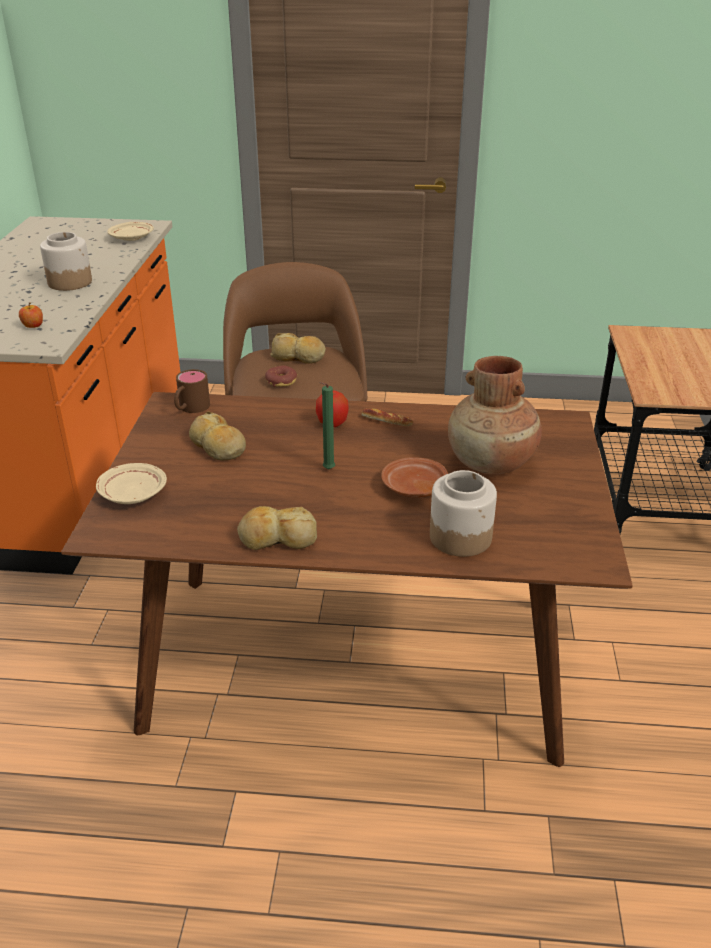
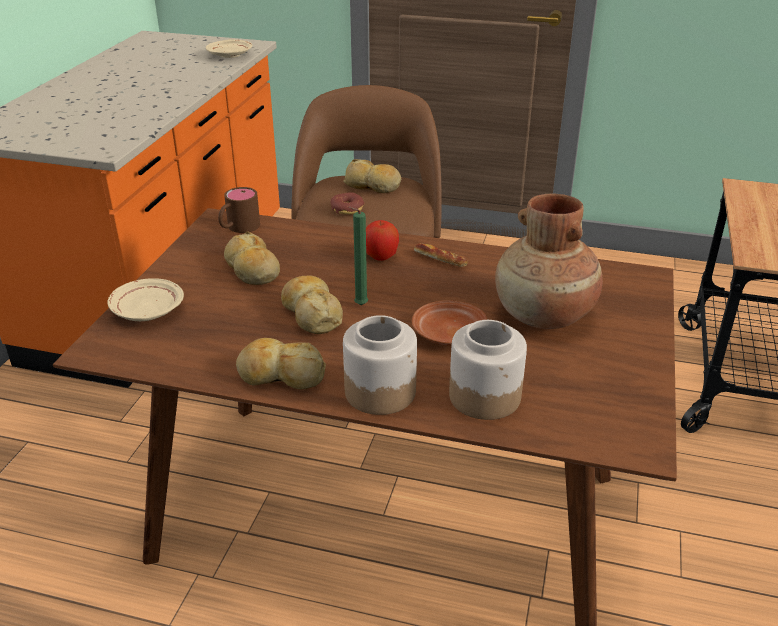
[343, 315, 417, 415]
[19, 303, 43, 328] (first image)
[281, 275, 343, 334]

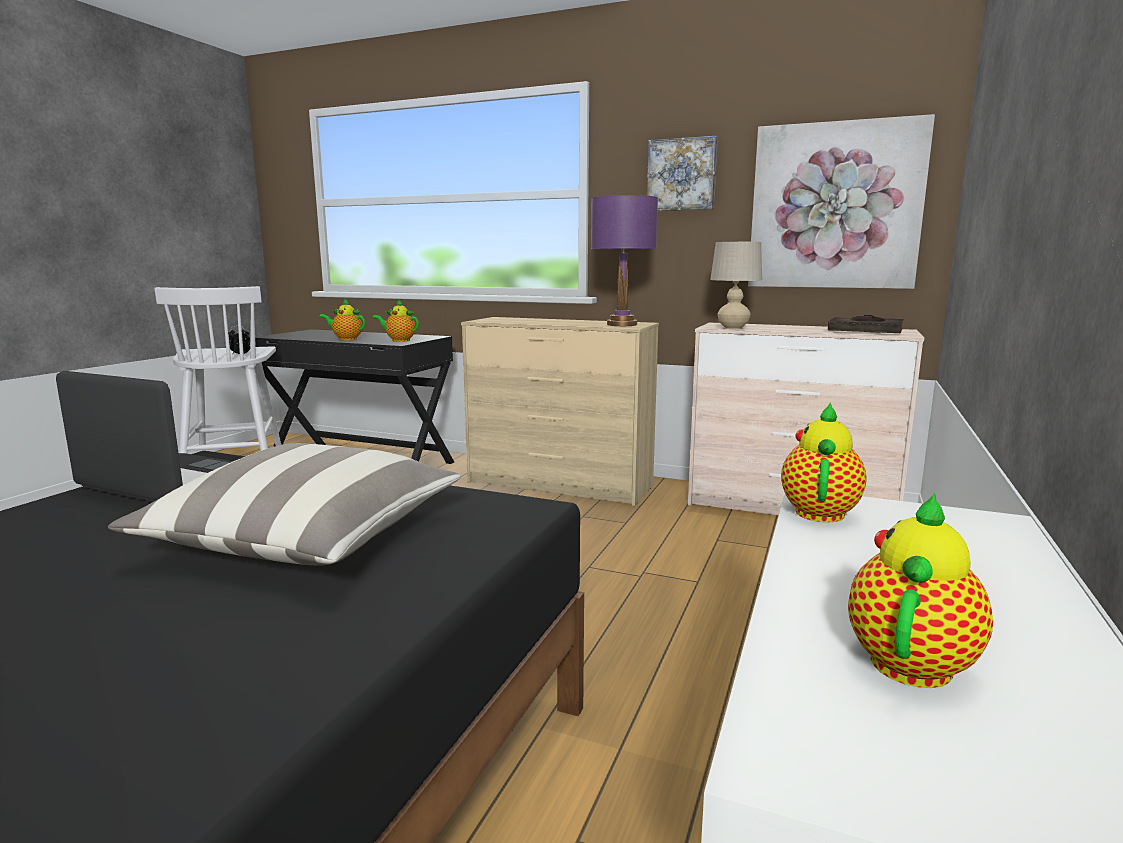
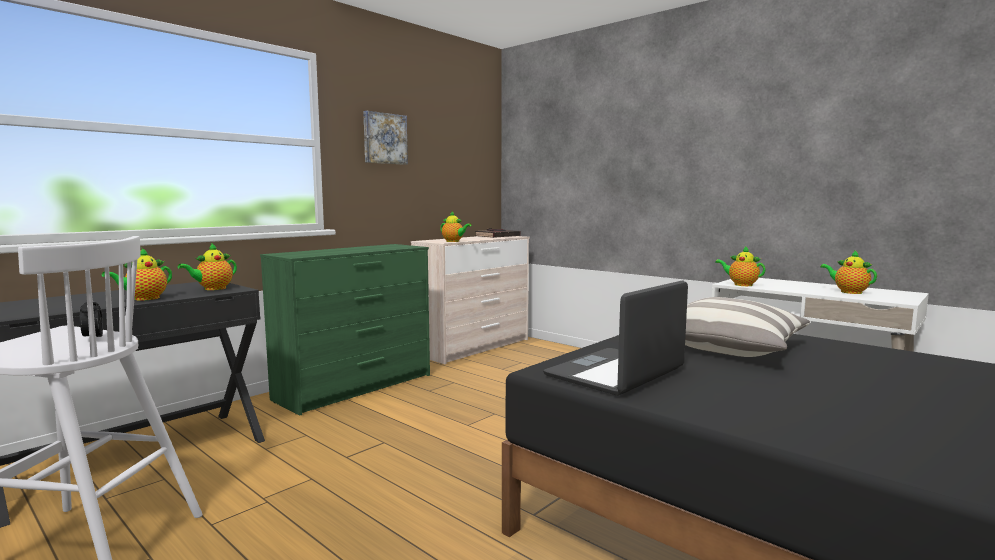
[748, 114, 935, 289] (first image)
[591, 195, 658, 326] (first image)
[440, 211, 472, 242]
[260, 244, 430, 416]

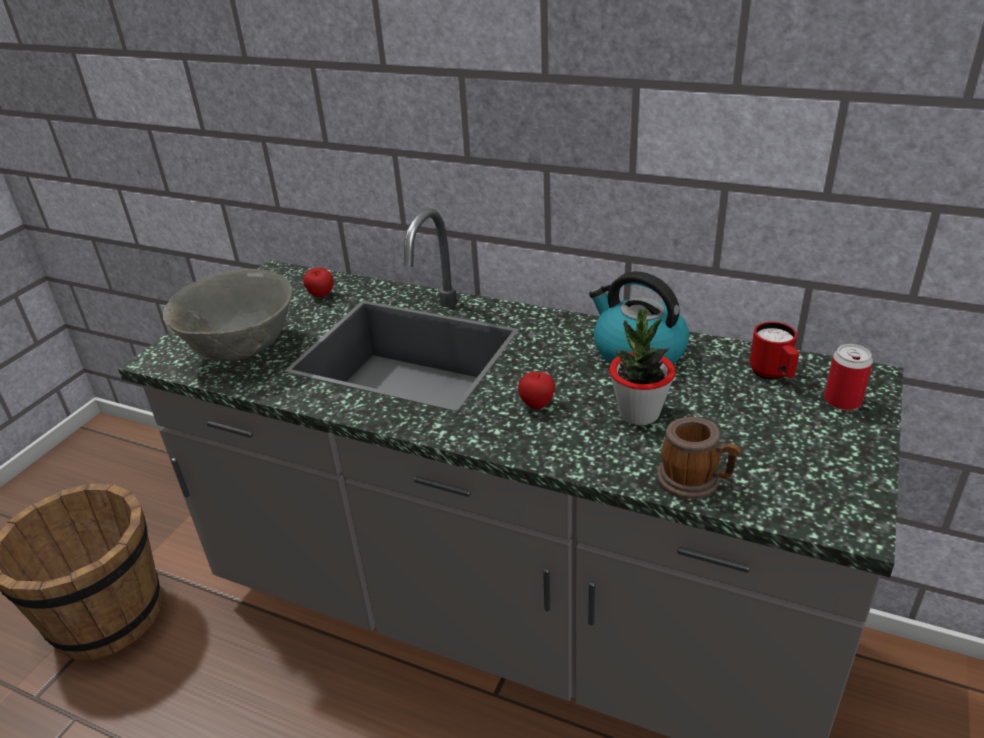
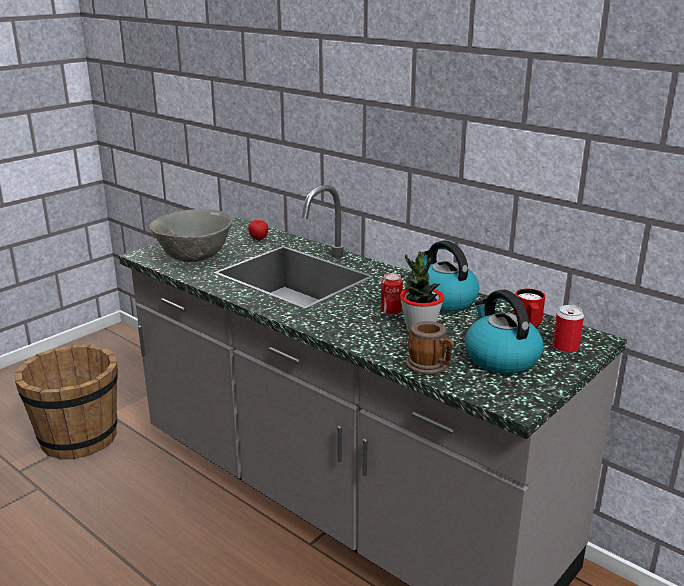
[518, 372, 555, 409] (first image)
[381, 273, 403, 315]
[465, 290, 543, 374]

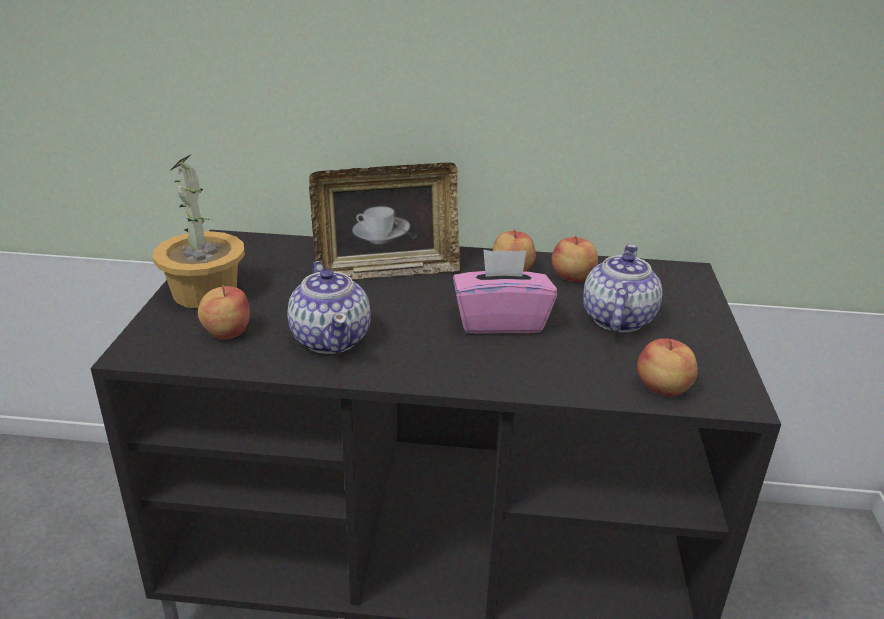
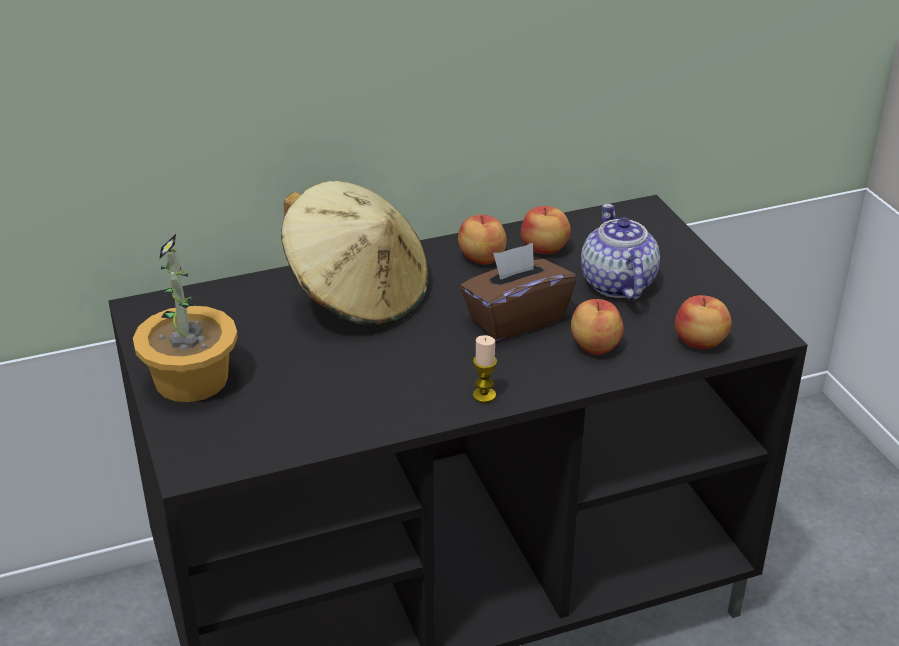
[281, 181, 428, 327]
[460, 243, 576, 341]
[288, 261, 371, 354] (first image)
[571, 299, 624, 355]
[473, 335, 497, 403]

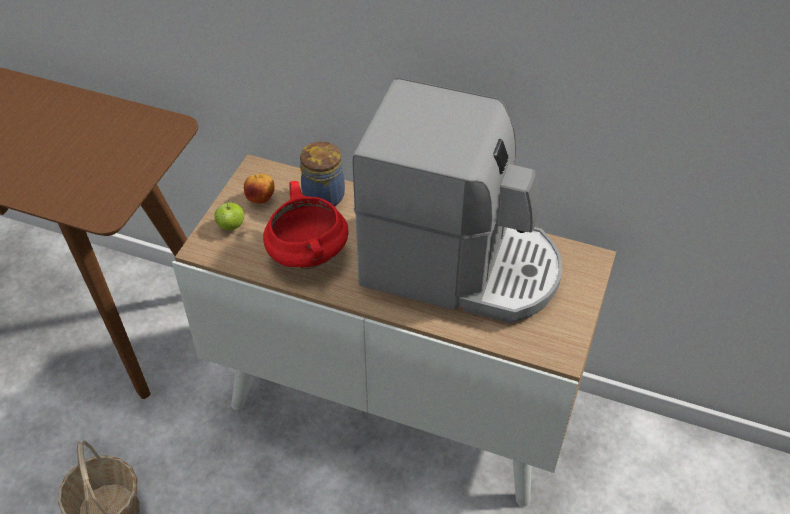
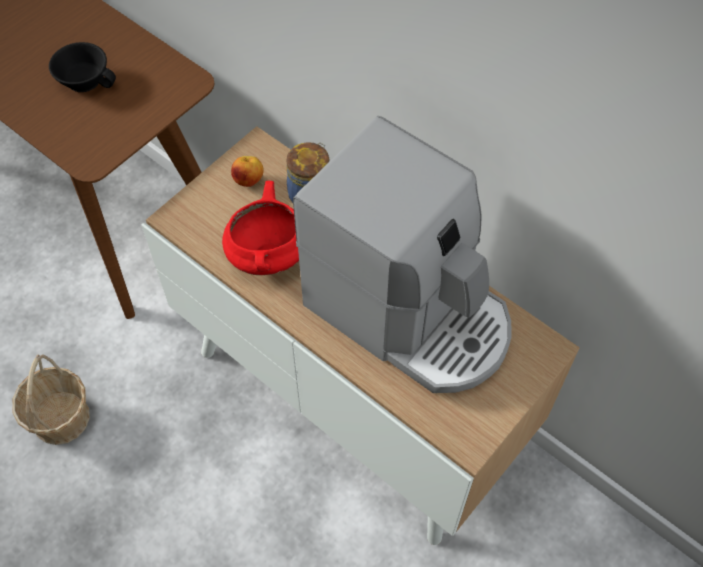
[214, 202, 244, 230] (first image)
[49, 42, 116, 92]

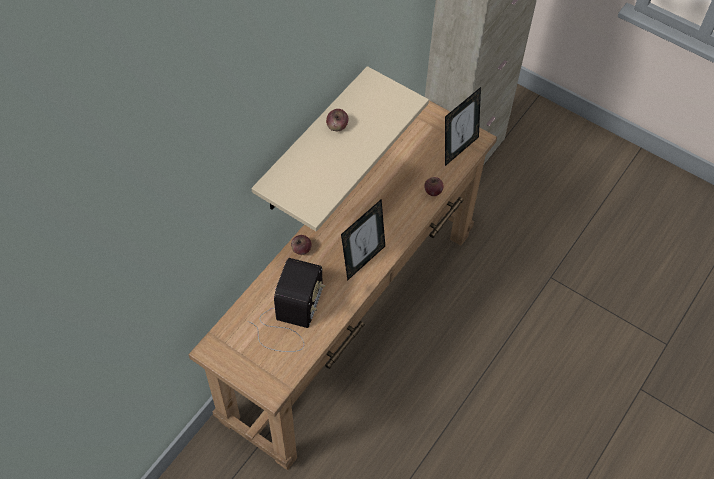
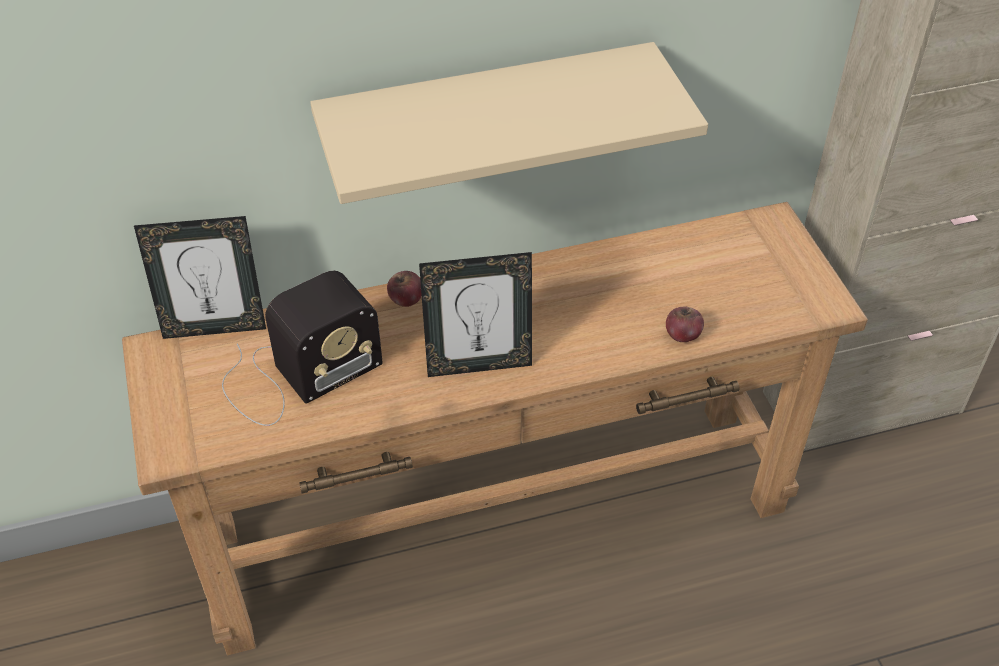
[134, 216, 266, 339]
[326, 109, 348, 131] (first image)

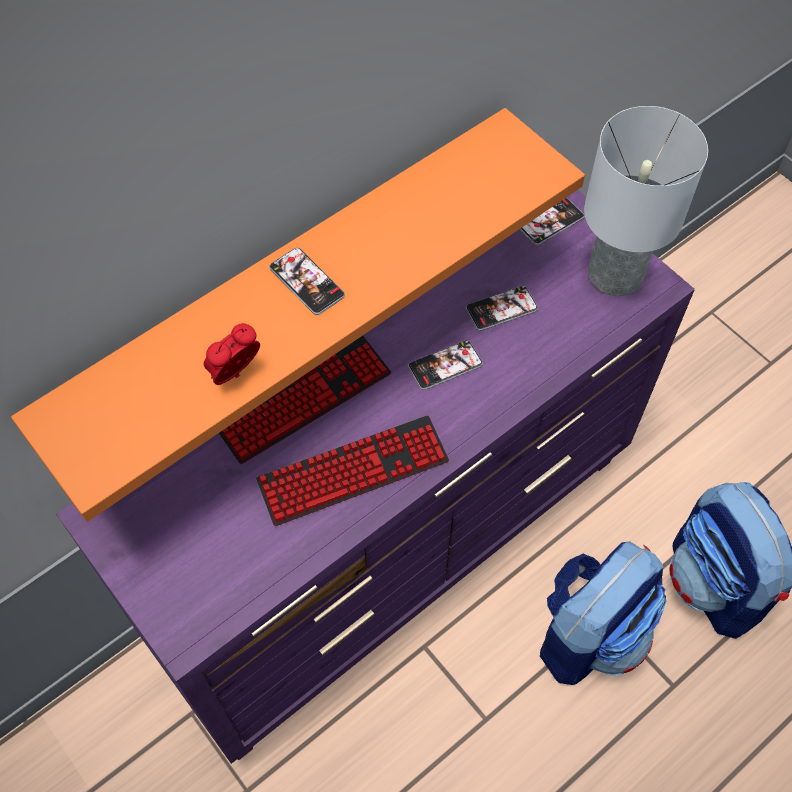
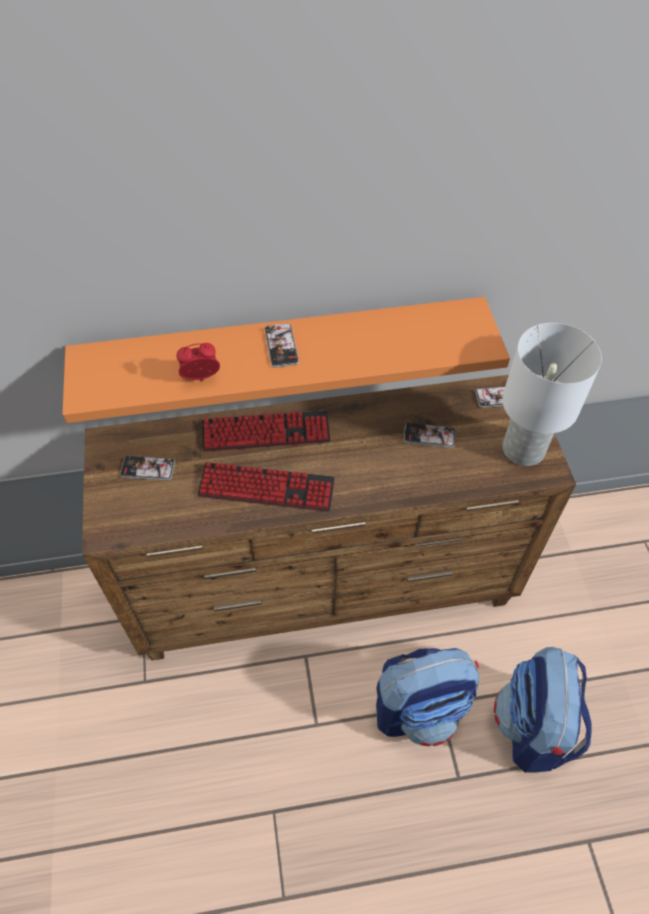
[82, 375, 576, 661]
[120, 456, 175, 480]

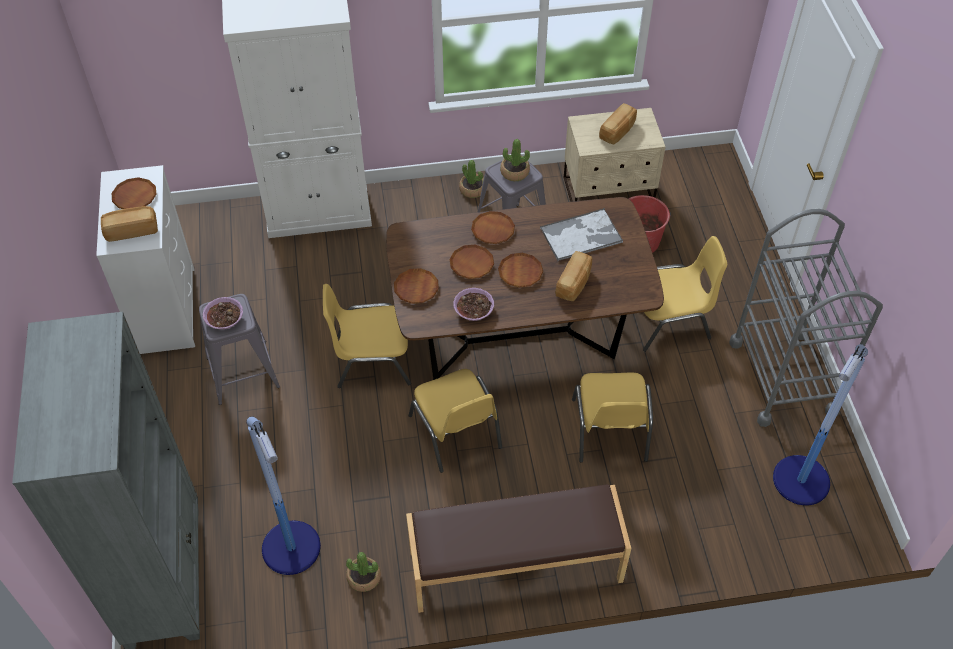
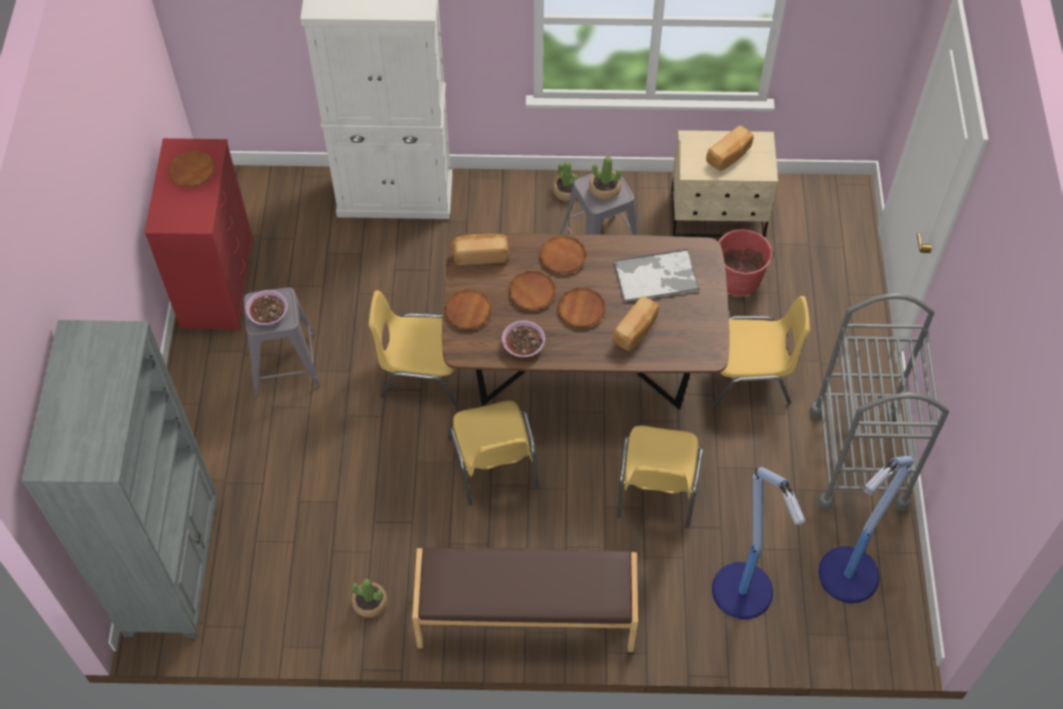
[144, 138, 254, 330]
[453, 234, 509, 265]
[712, 467, 806, 619]

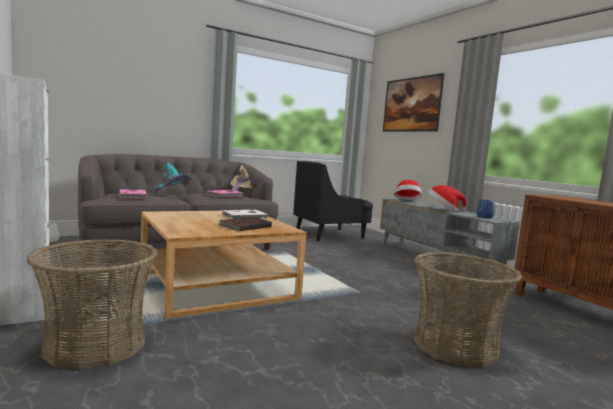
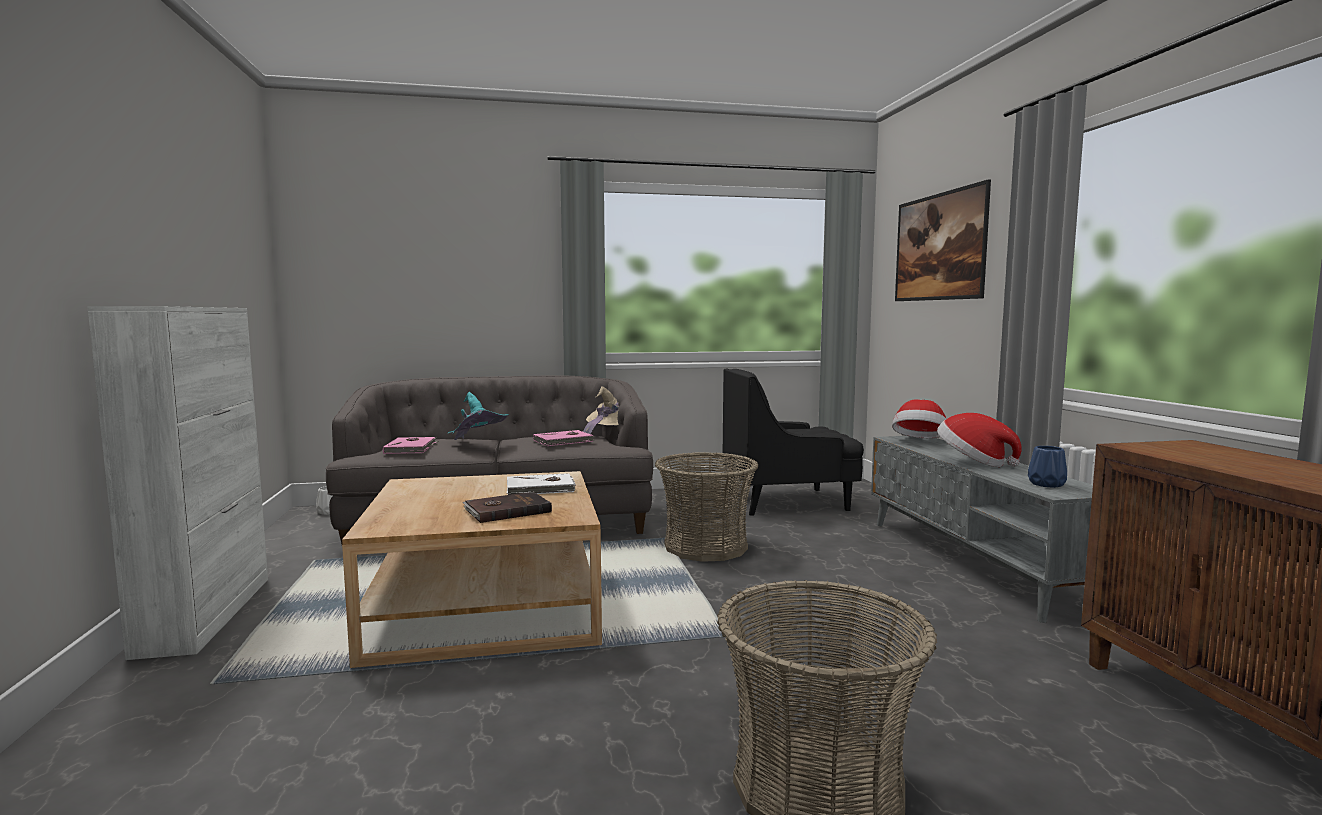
[655, 452, 758, 562]

